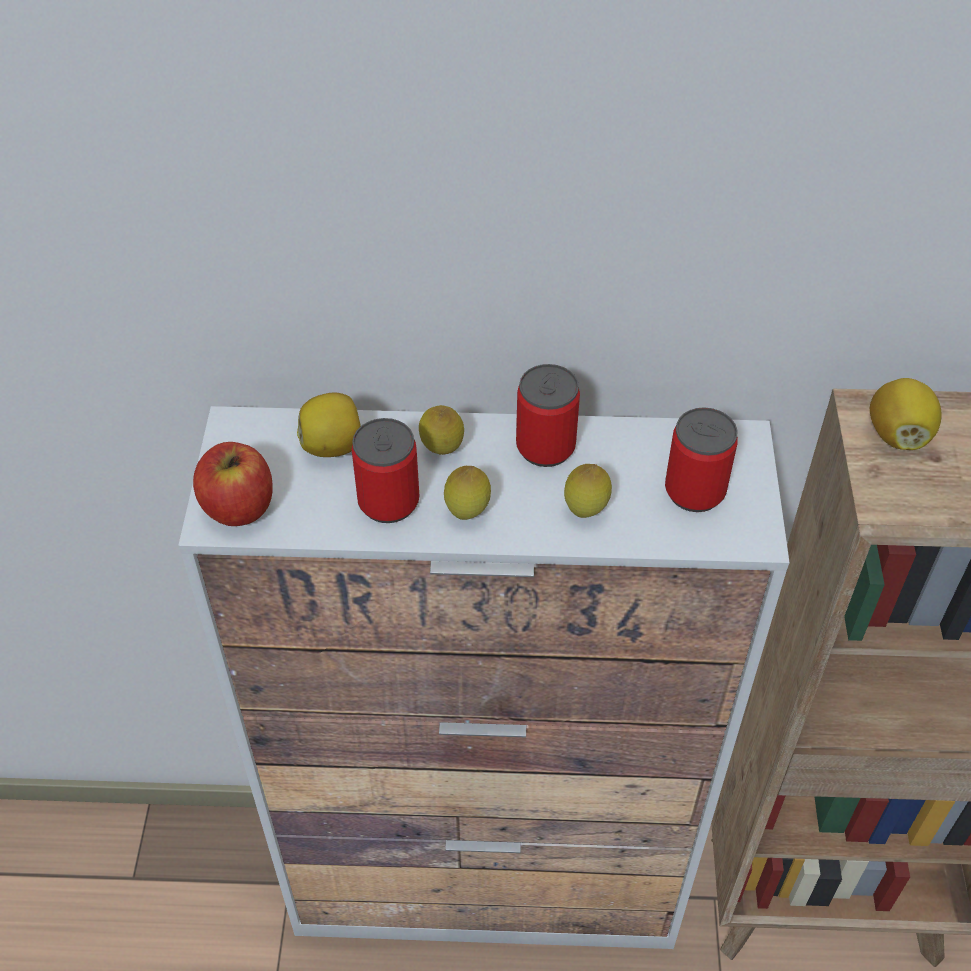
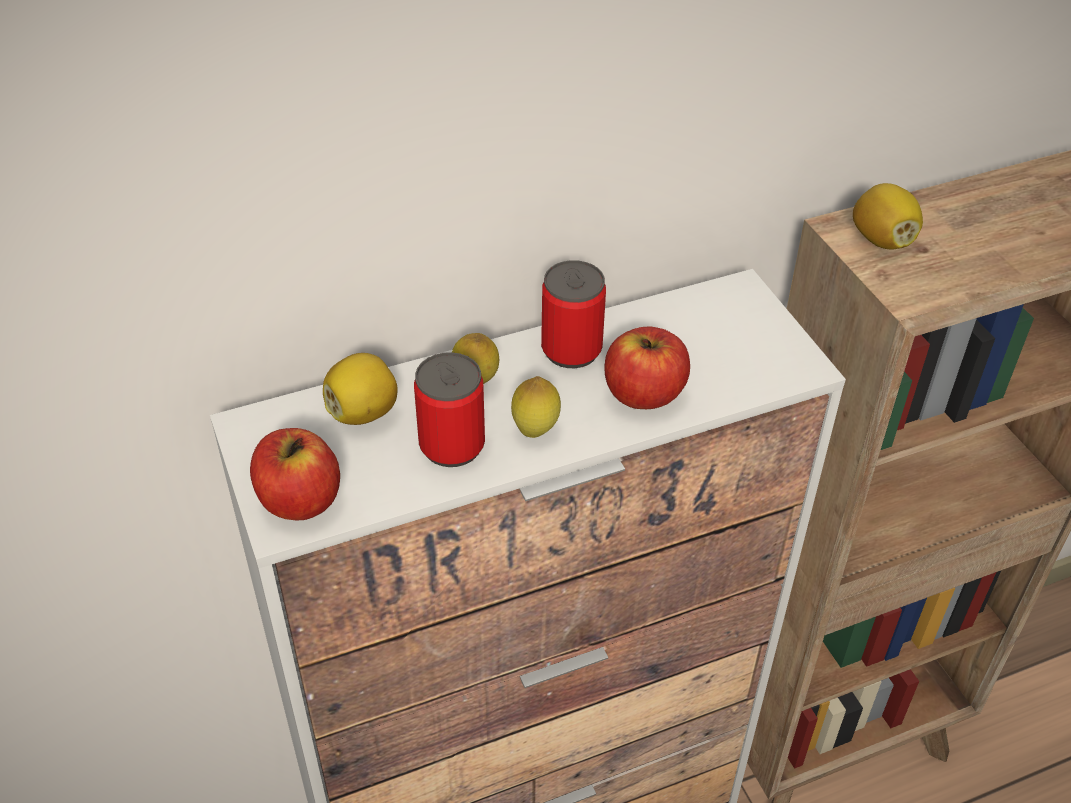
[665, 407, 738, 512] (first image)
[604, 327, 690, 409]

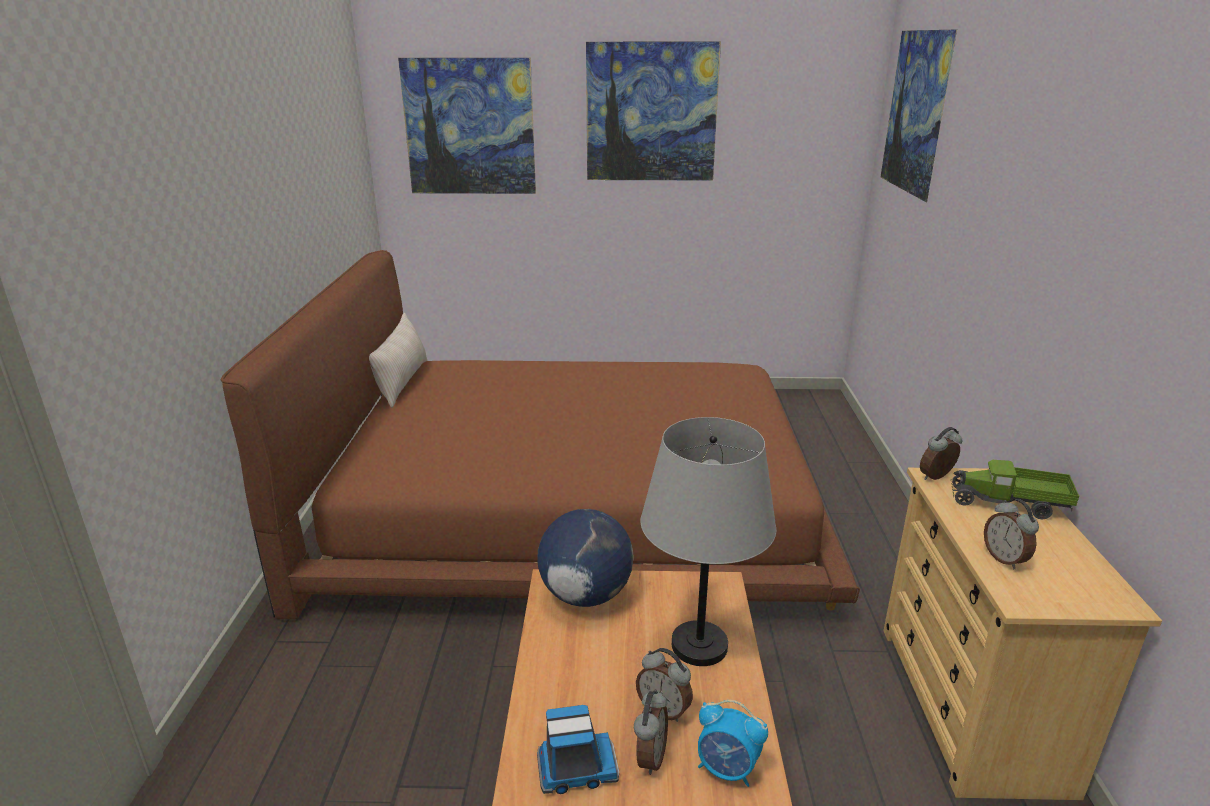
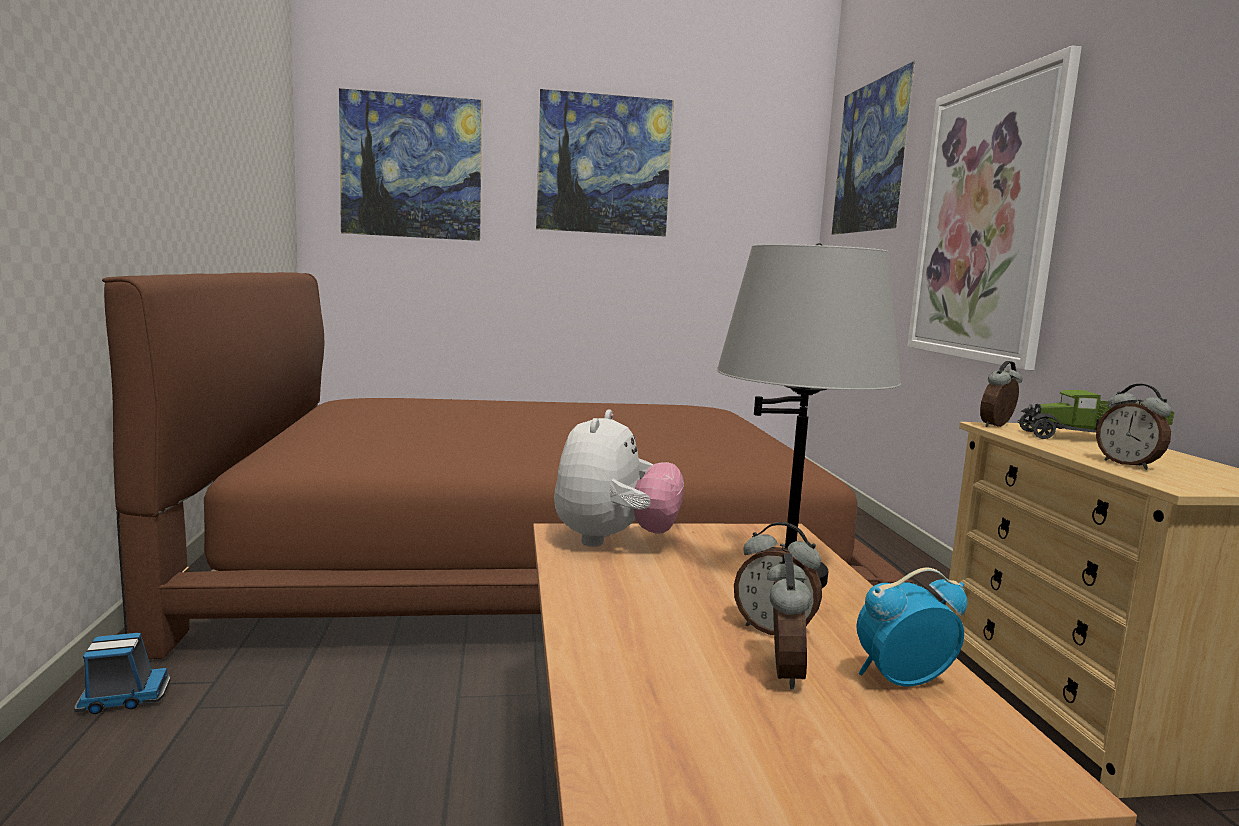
[369, 313, 427, 408] (first image)
[554, 410, 684, 547]
[856, 568, 967, 686]
[74, 633, 170, 714]
[907, 45, 1082, 370]

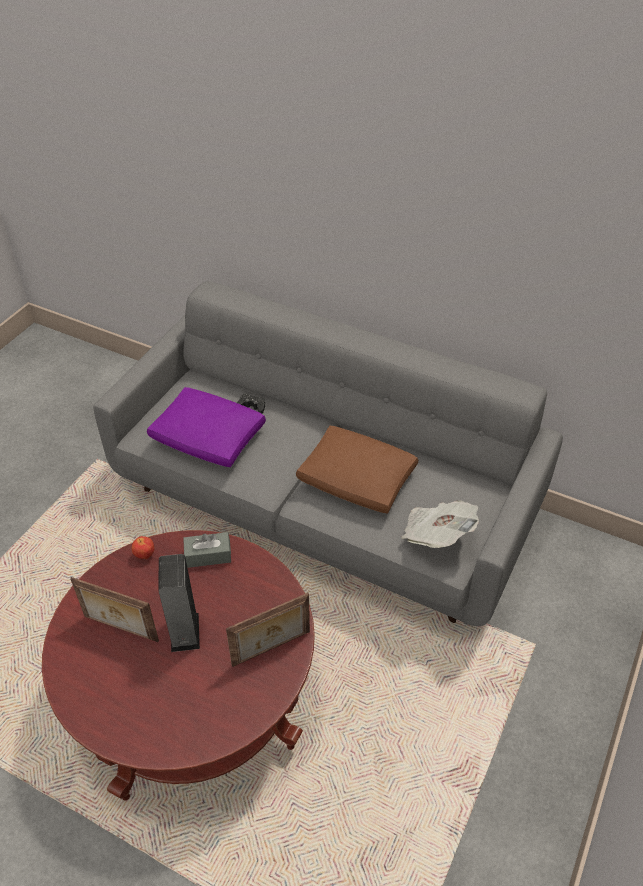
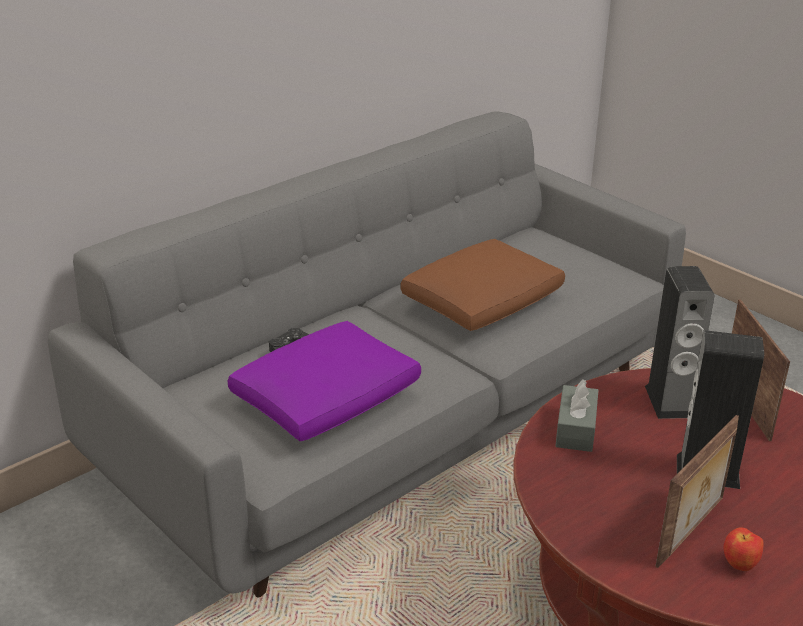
[401, 500, 479, 548] (first image)
[723, 528, 764, 571]
[645, 266, 715, 419]

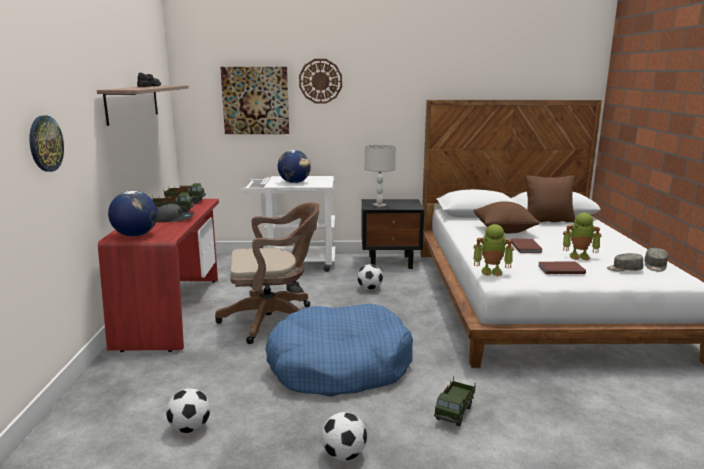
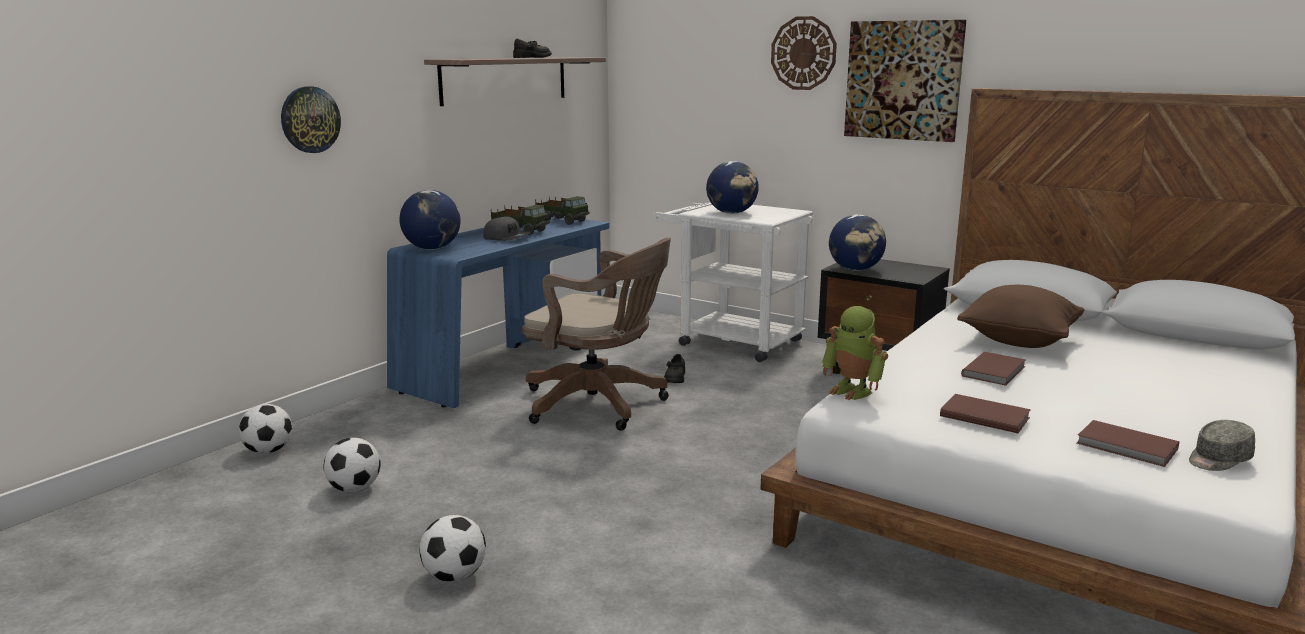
[844, 20, 966, 142]
[829, 214, 886, 271]
[525, 175, 575, 223] (first image)
[387, 216, 609, 408]
[563, 213, 602, 261] (first image)
[1077, 420, 1179, 467]
[238, 404, 292, 454]
[266, 304, 413, 397] (first image)
[434, 377, 476, 426] (first image)

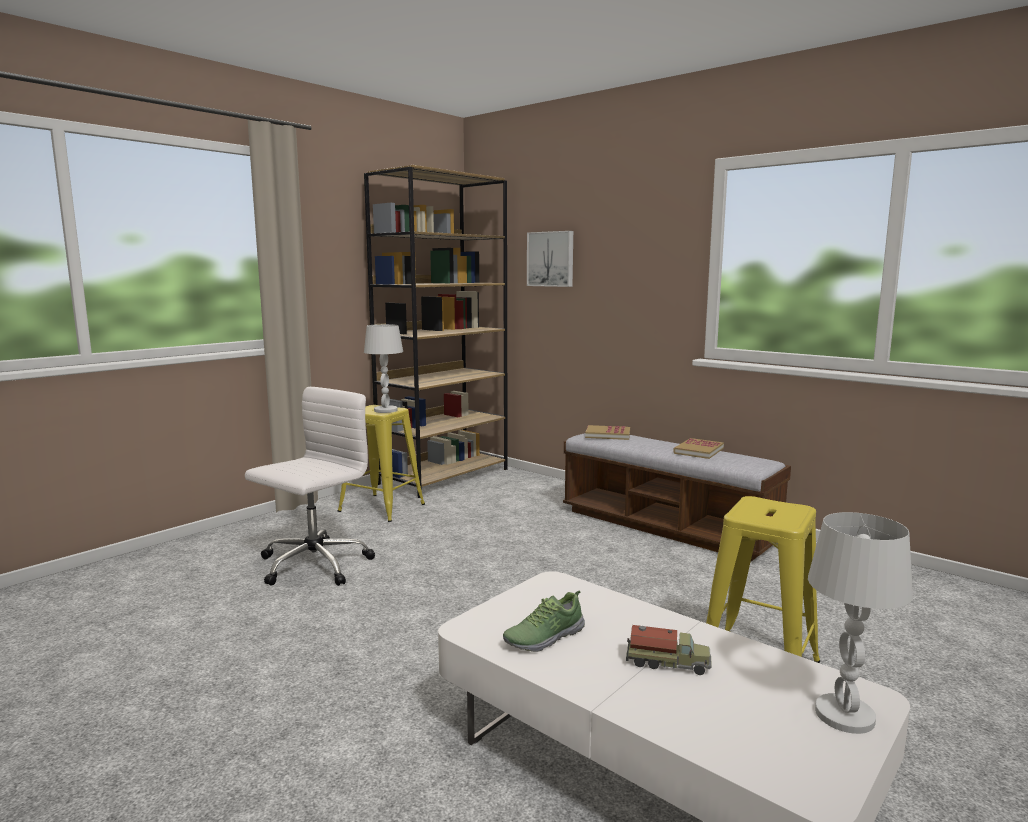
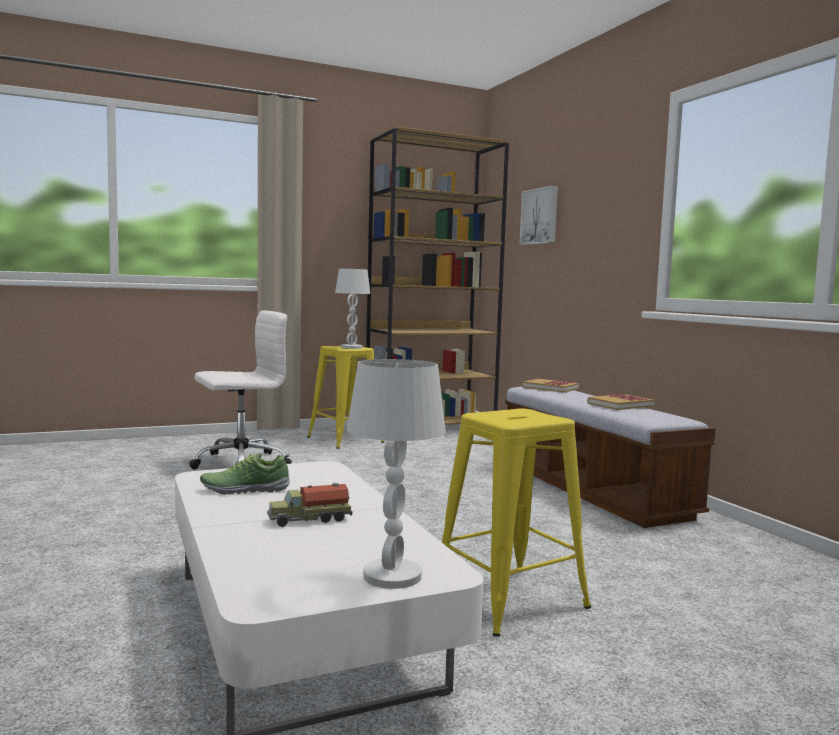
[267, 483, 352, 527]

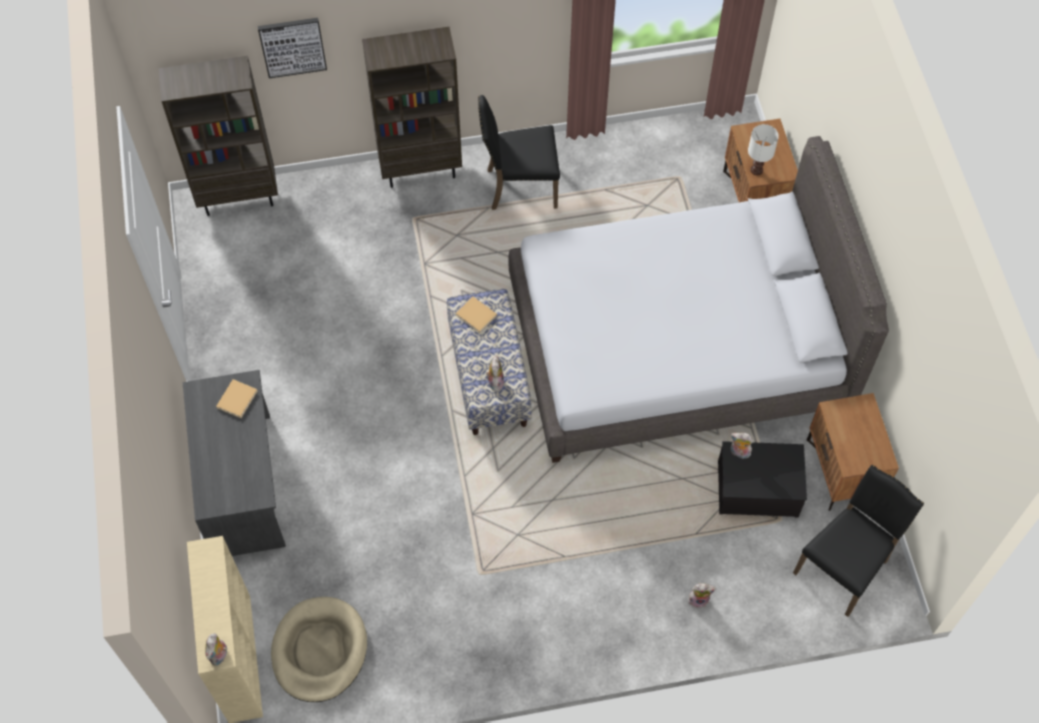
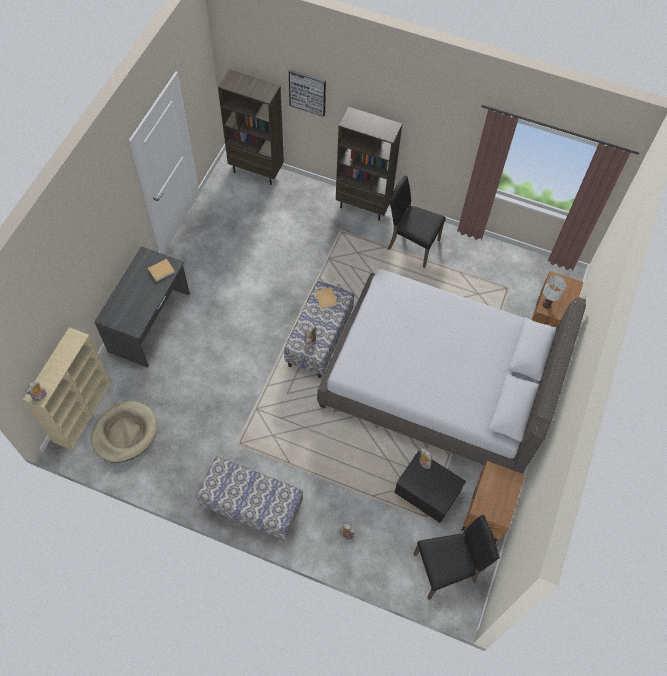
[197, 457, 303, 540]

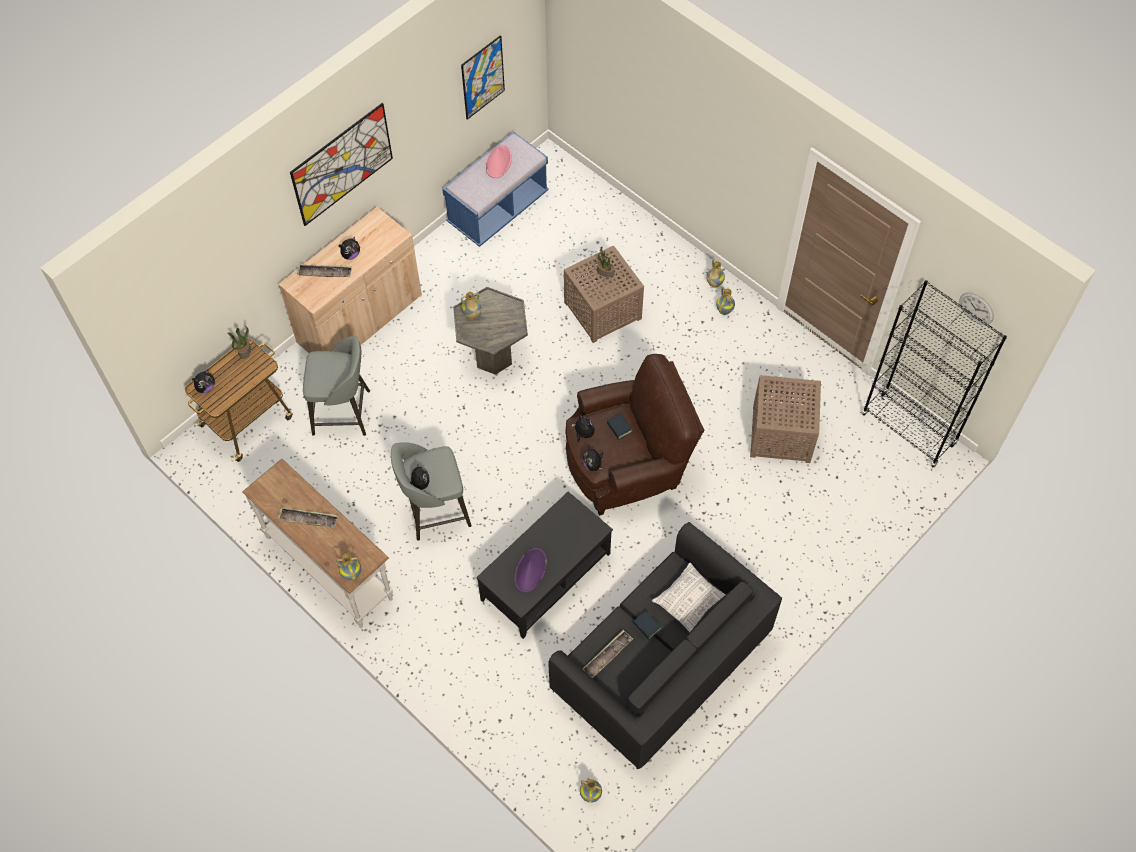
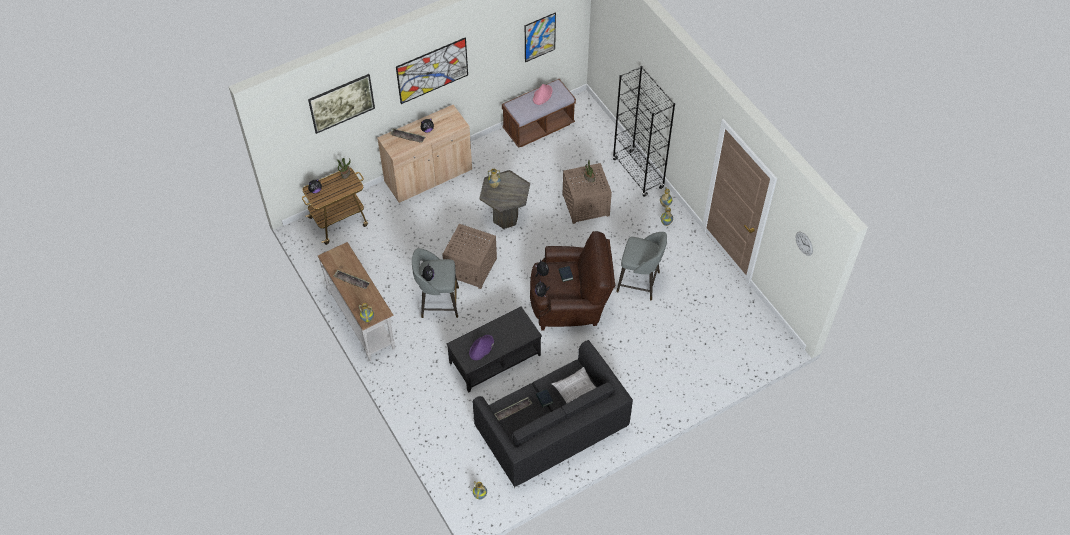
[502, 79, 576, 148]
[612, 66, 675, 197]
[616, 232, 667, 300]
[443, 224, 497, 289]
[308, 74, 375, 134]

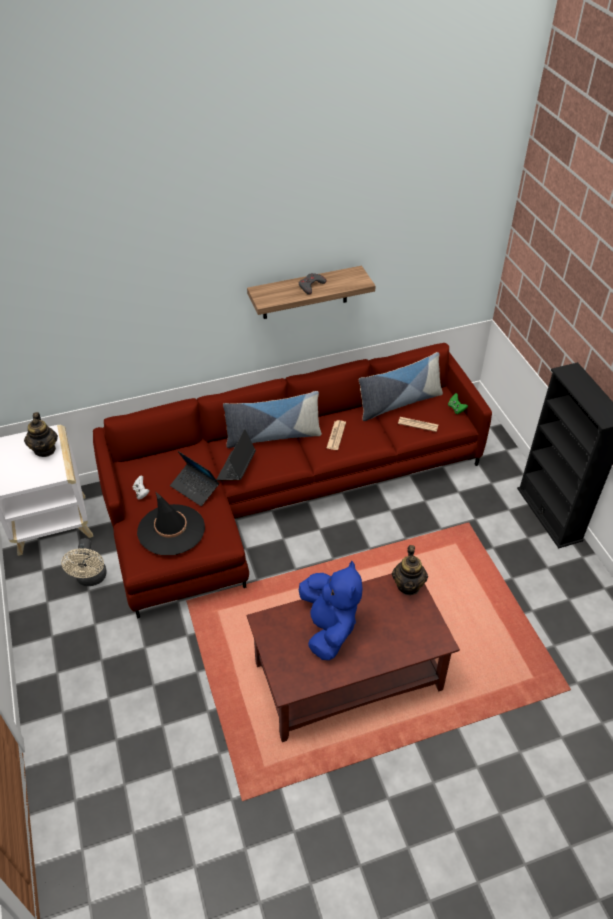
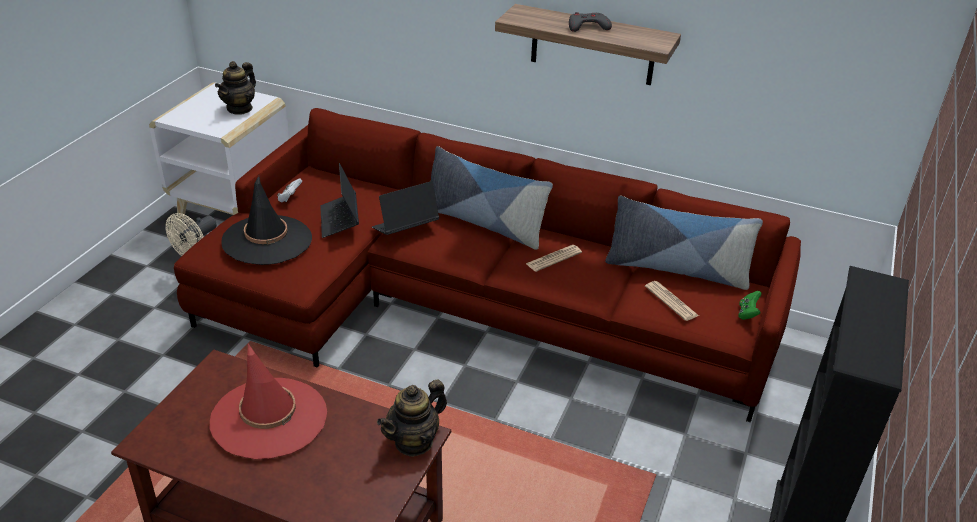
[210, 343, 327, 459]

